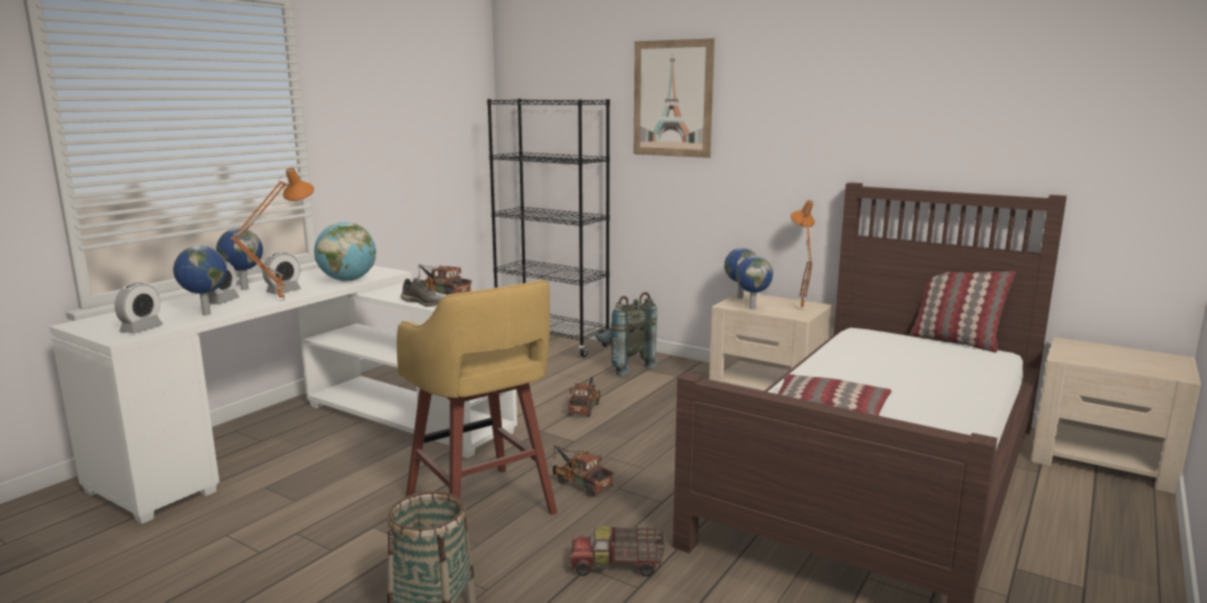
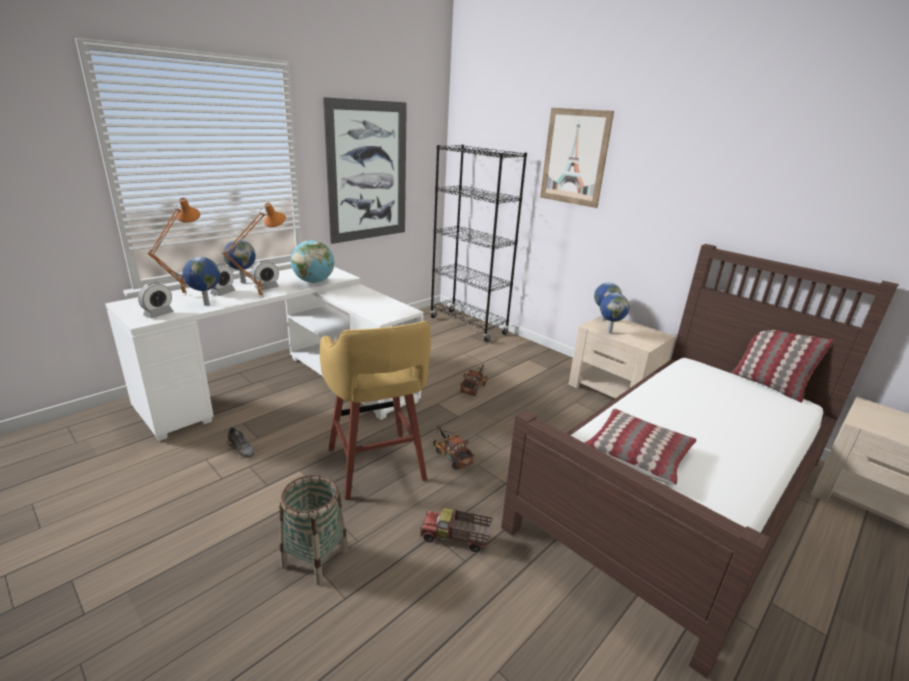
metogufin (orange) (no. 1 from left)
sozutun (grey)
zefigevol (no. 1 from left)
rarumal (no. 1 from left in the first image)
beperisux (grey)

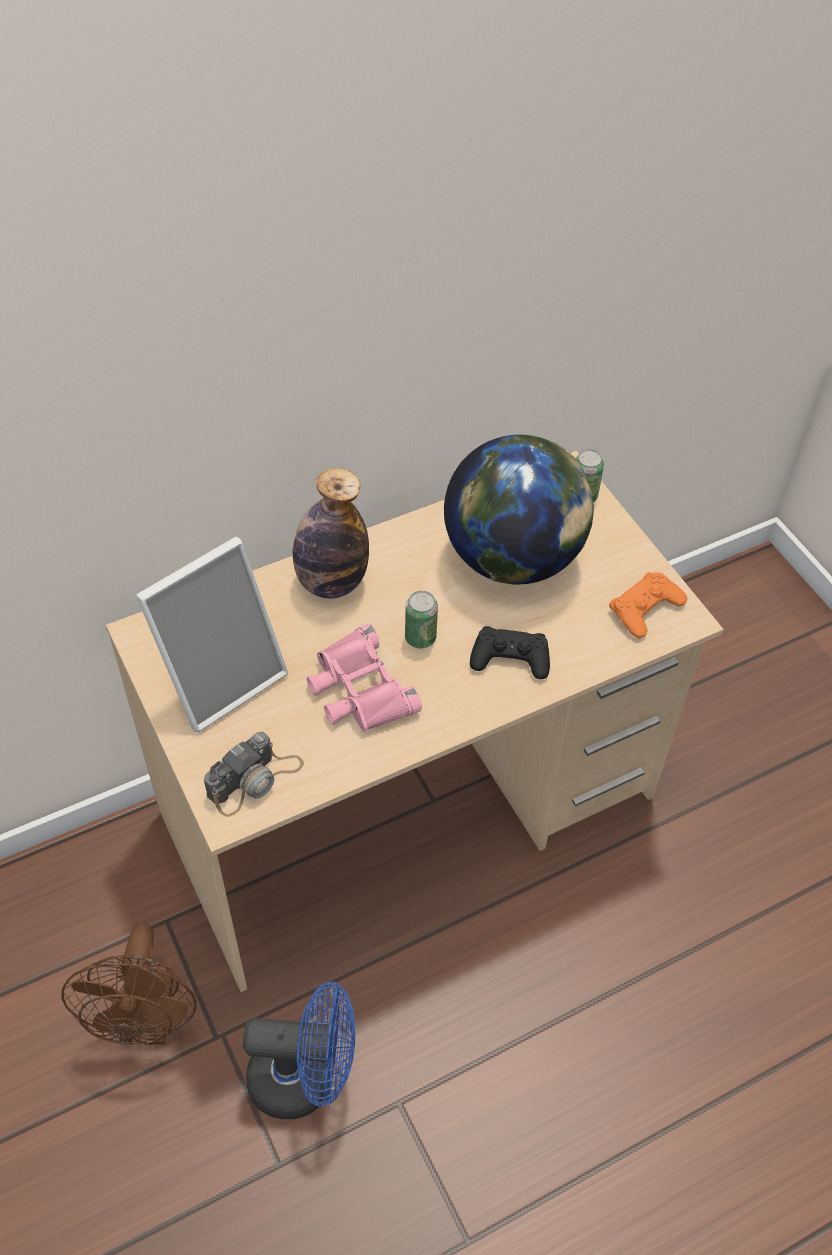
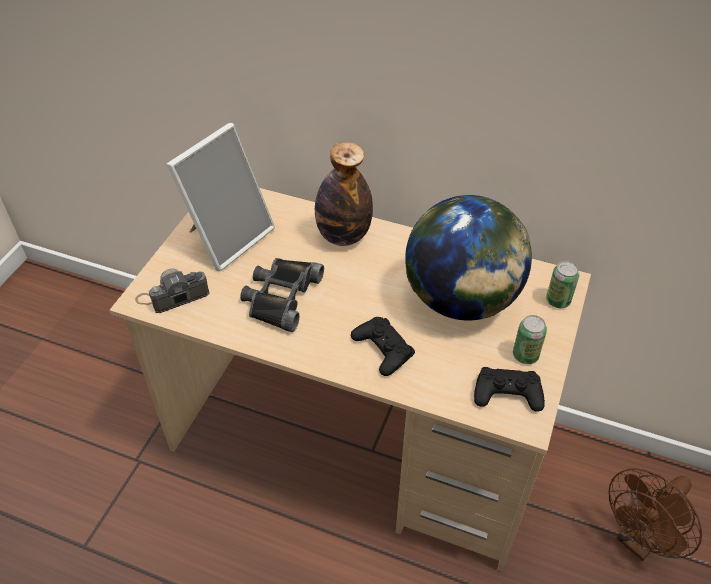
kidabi
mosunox
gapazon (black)
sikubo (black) (no. 2 from left)
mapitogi (no. 1 from left)
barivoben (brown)
barivoben (blue)

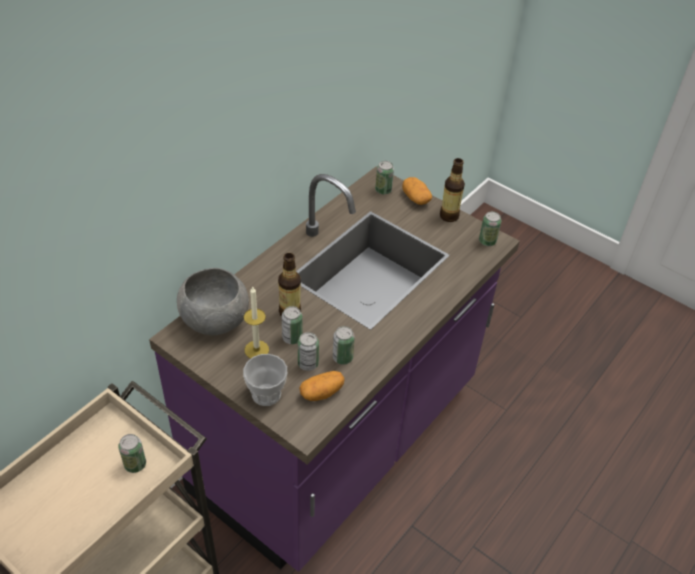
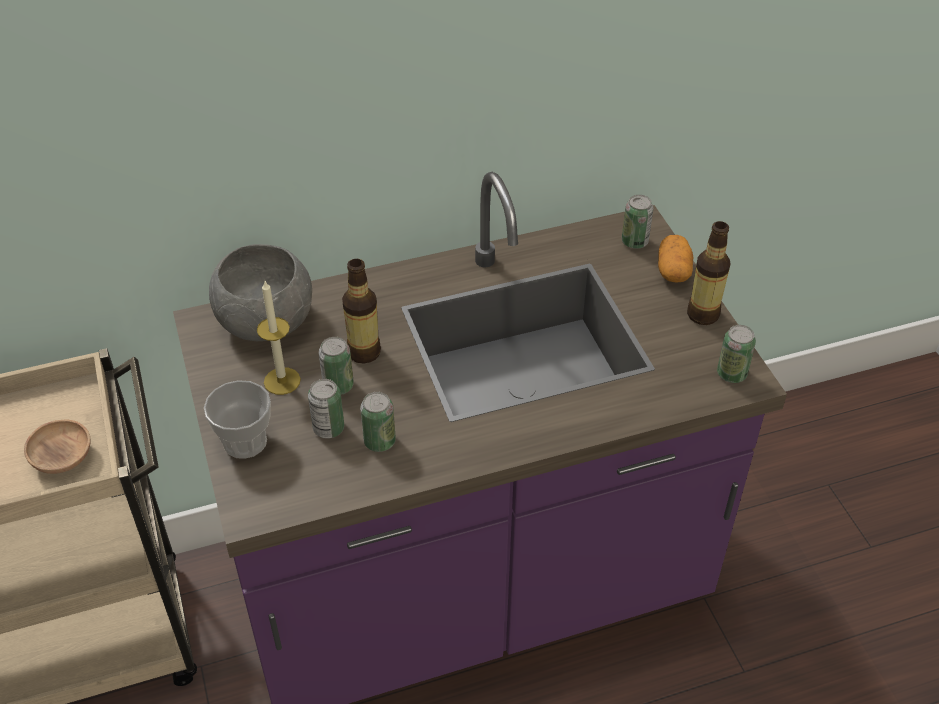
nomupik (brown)
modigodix (no. 1 from left in the first image)

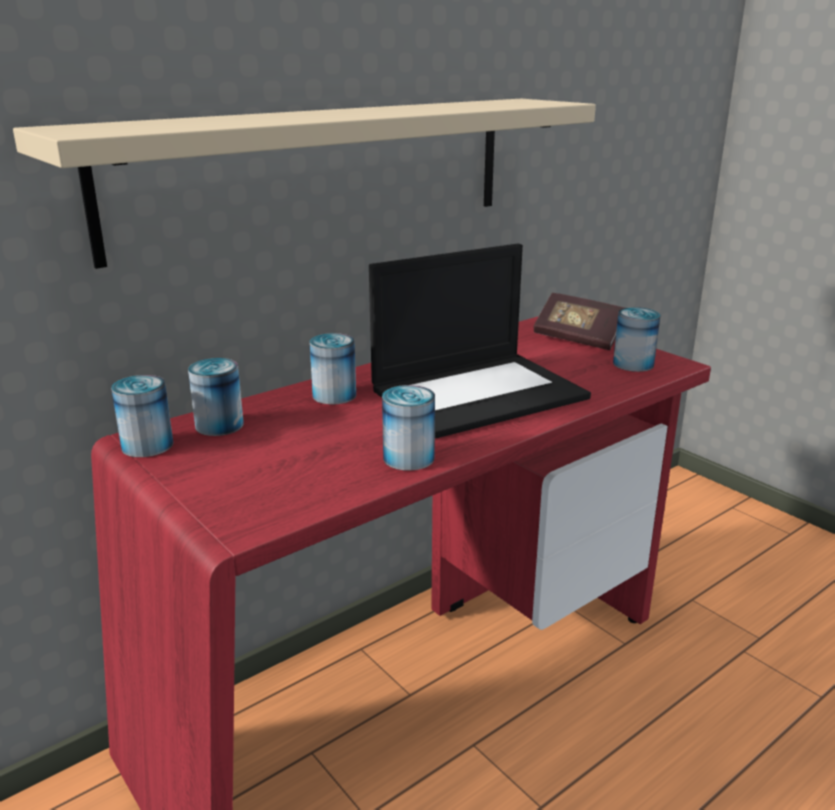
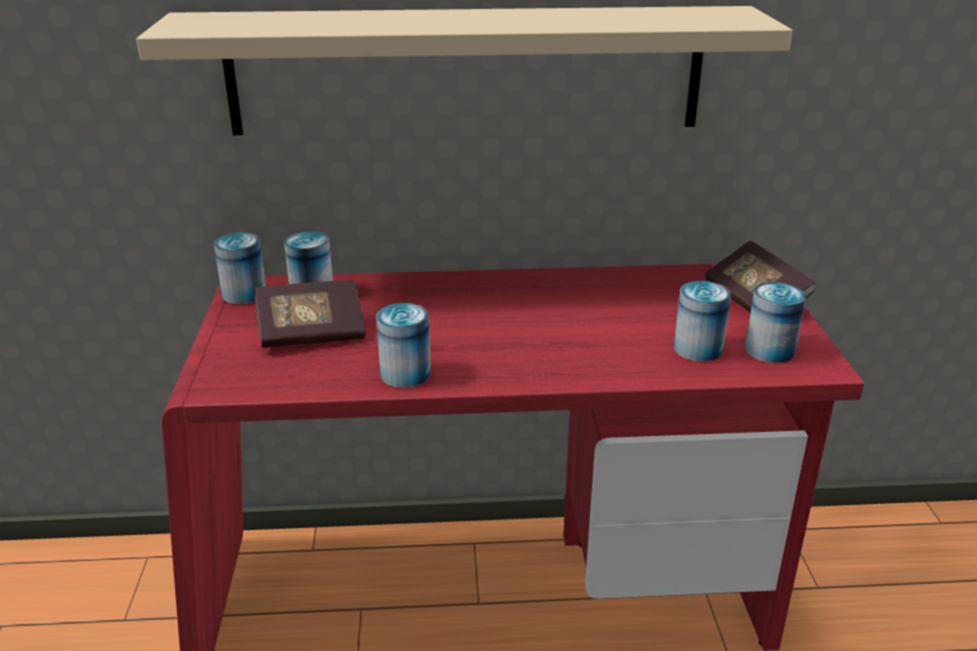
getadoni (no. 1 from left)
mapitogi (no. 4 from left)
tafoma

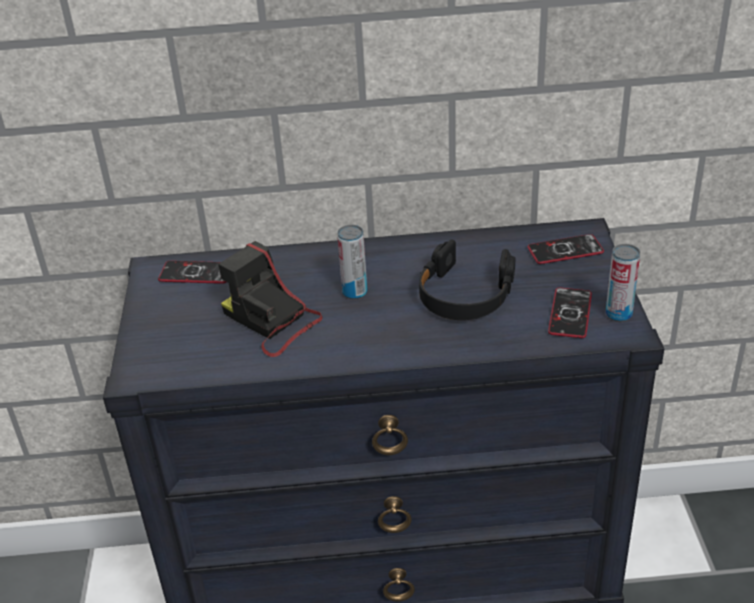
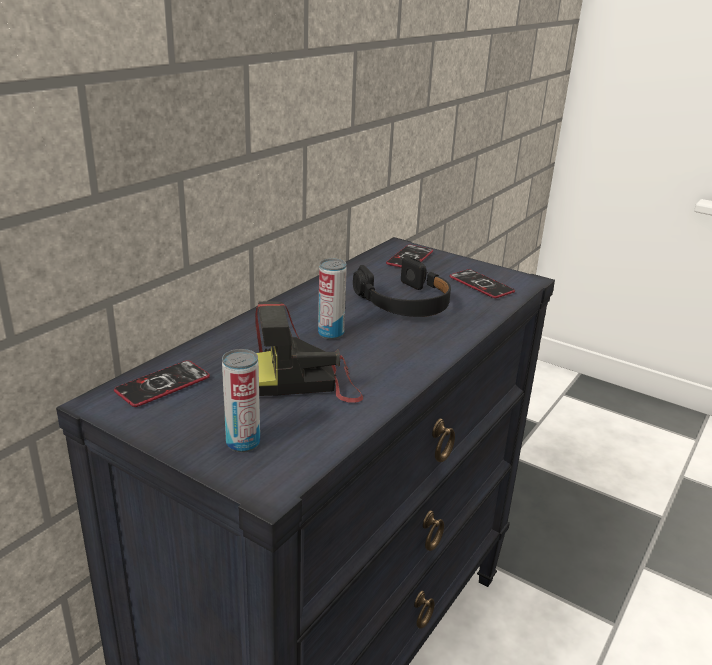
mapitogi (no. 1 from left)

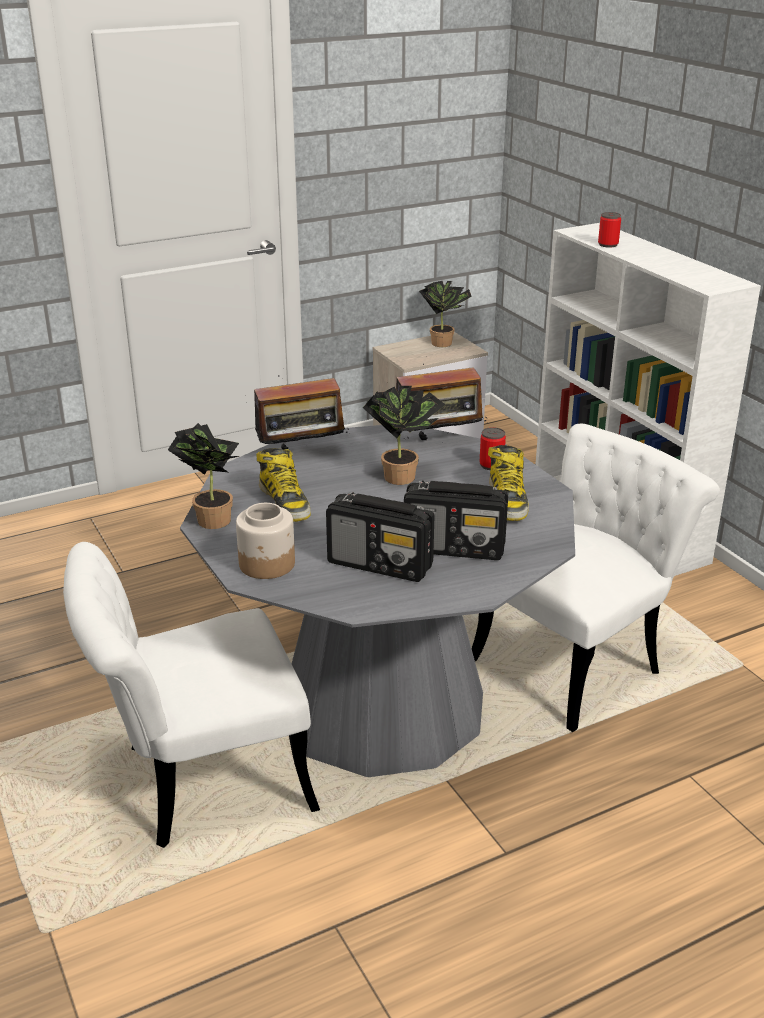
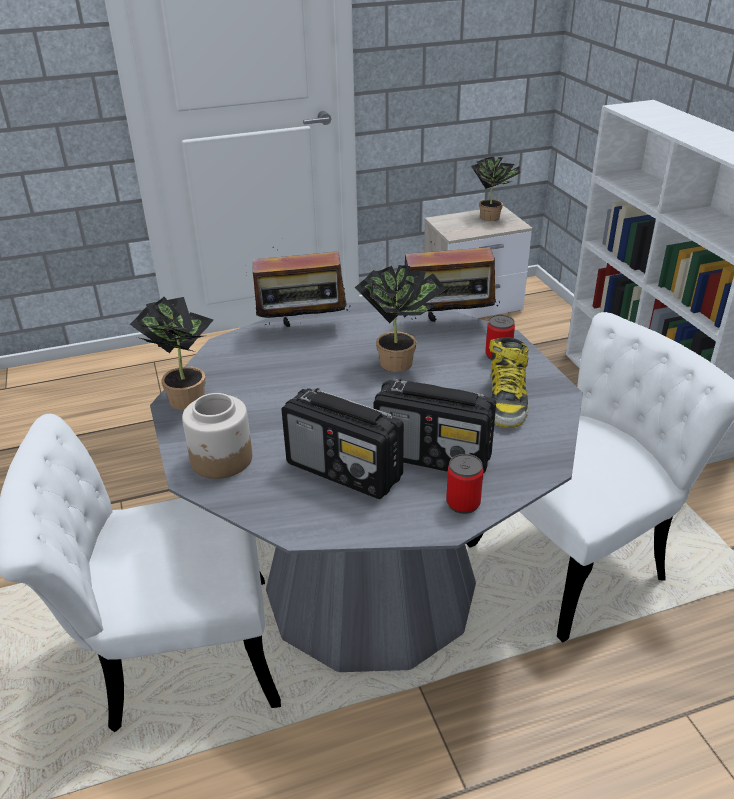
mapitogi (no. 1 from left)
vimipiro (no. 1 from left in the first image)

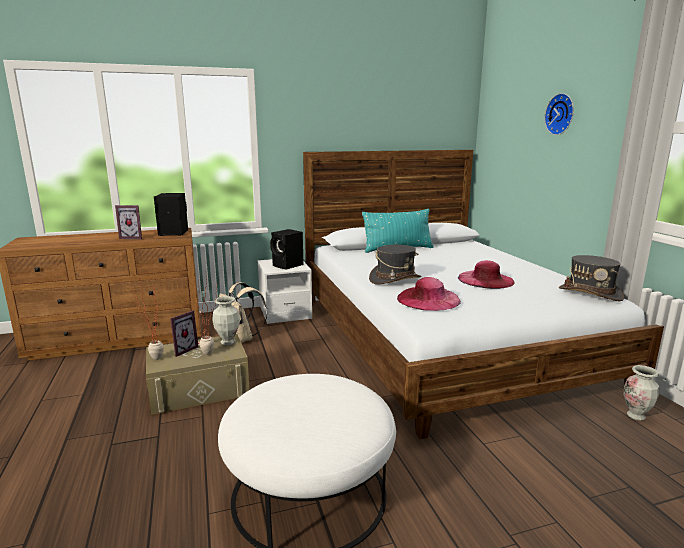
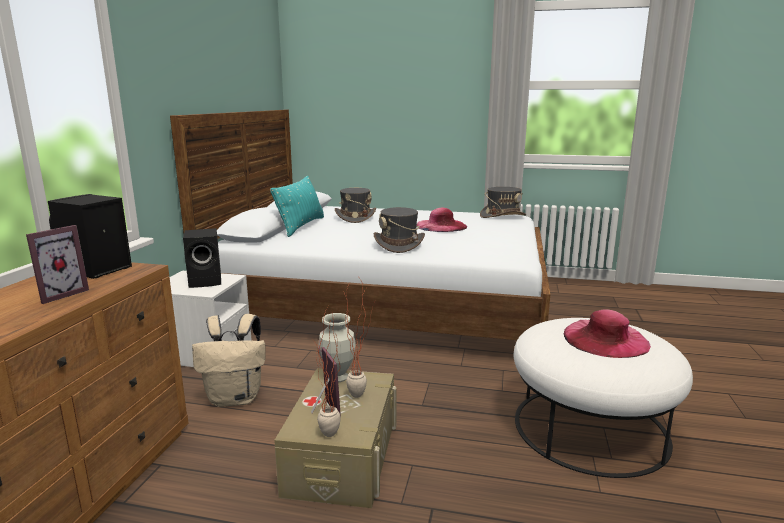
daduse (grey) (no. 1 from left)
daduse (pink) (no. 2 from left)
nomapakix
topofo (no. 2 from left in the first image)

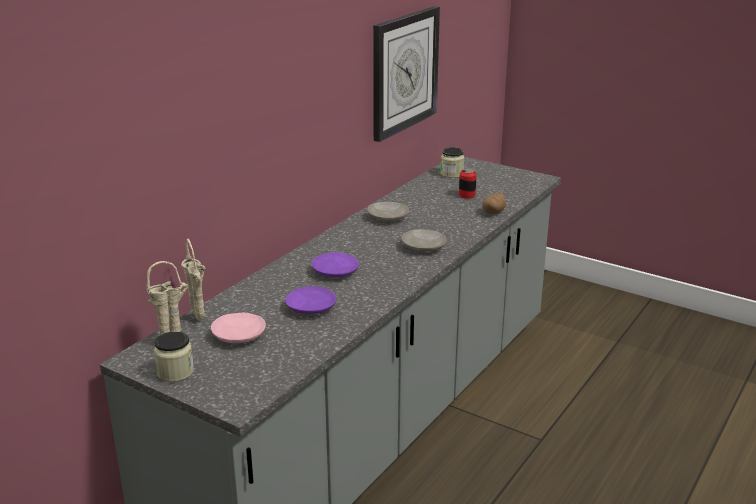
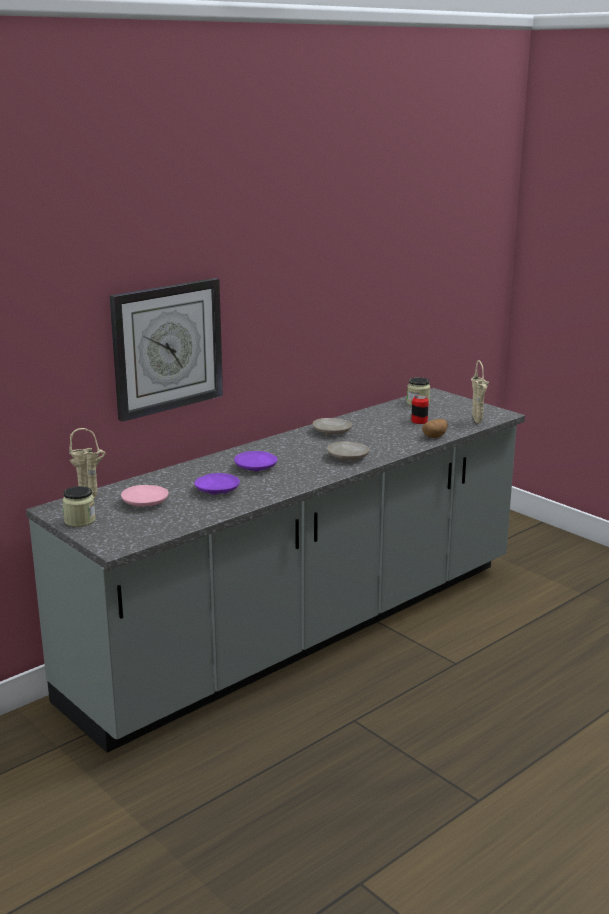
nomapakix
topofo (beige) (no. 2 from left)

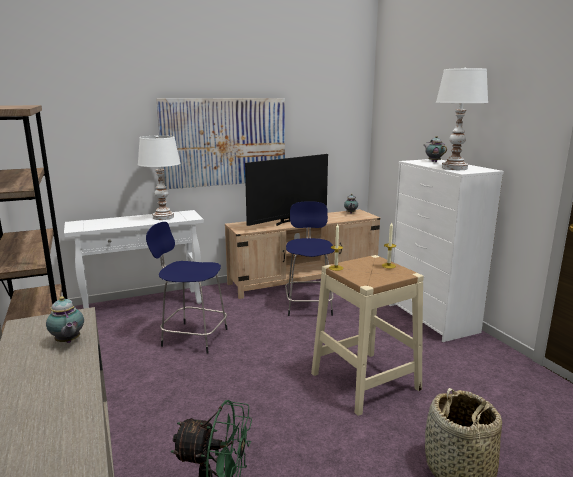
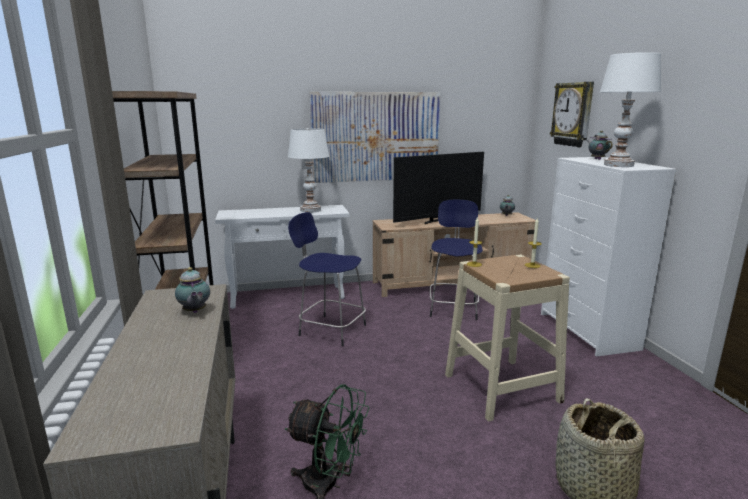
nomapakix

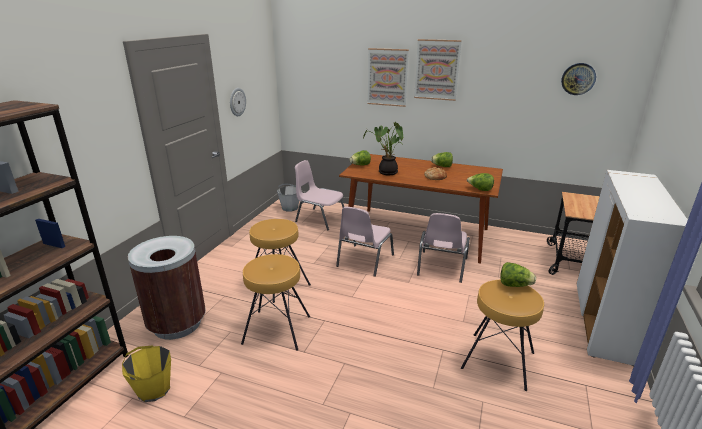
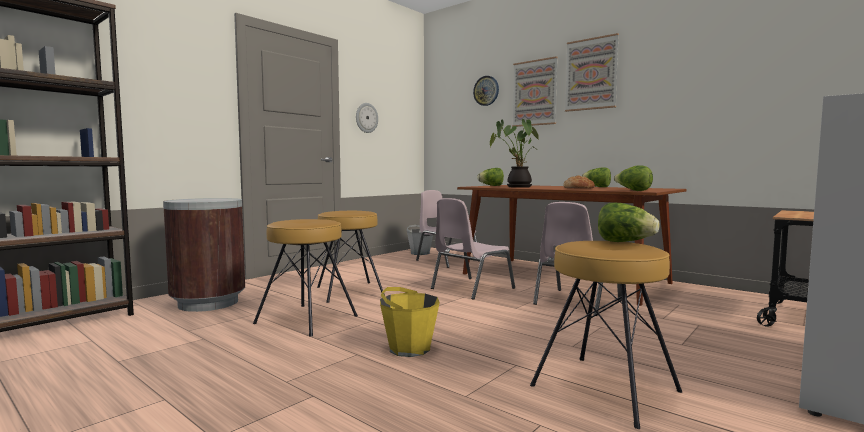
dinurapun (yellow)
nomapakix (no. 2 from left)

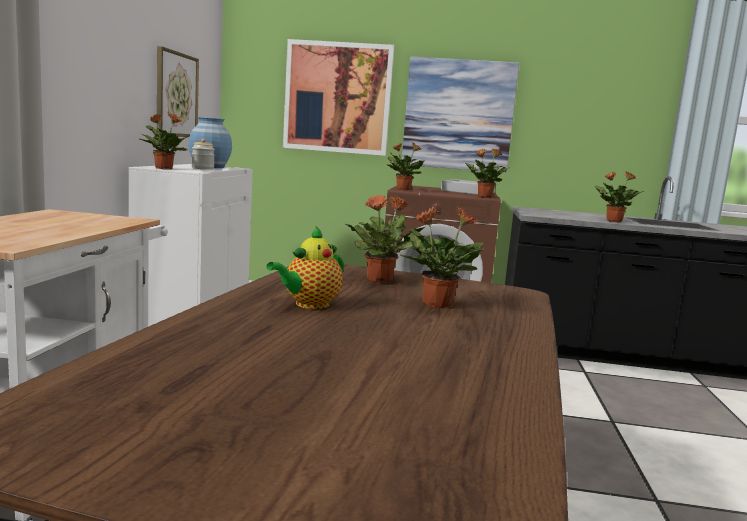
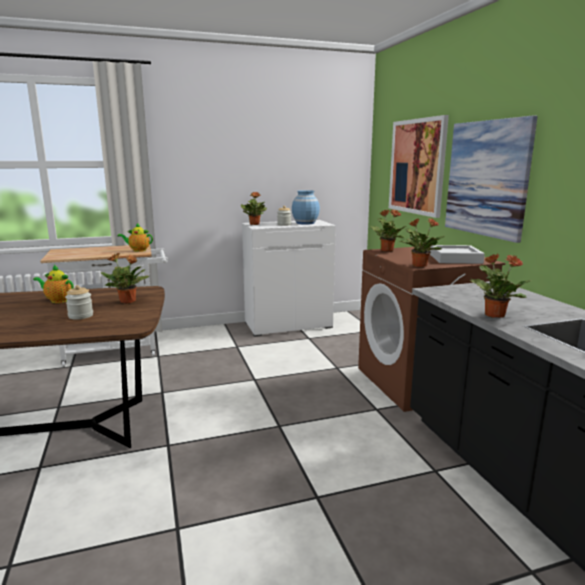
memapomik (no. 1 from left)
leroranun (no. 2 from left)
zefigevol (no. 1 from left in the first image)

